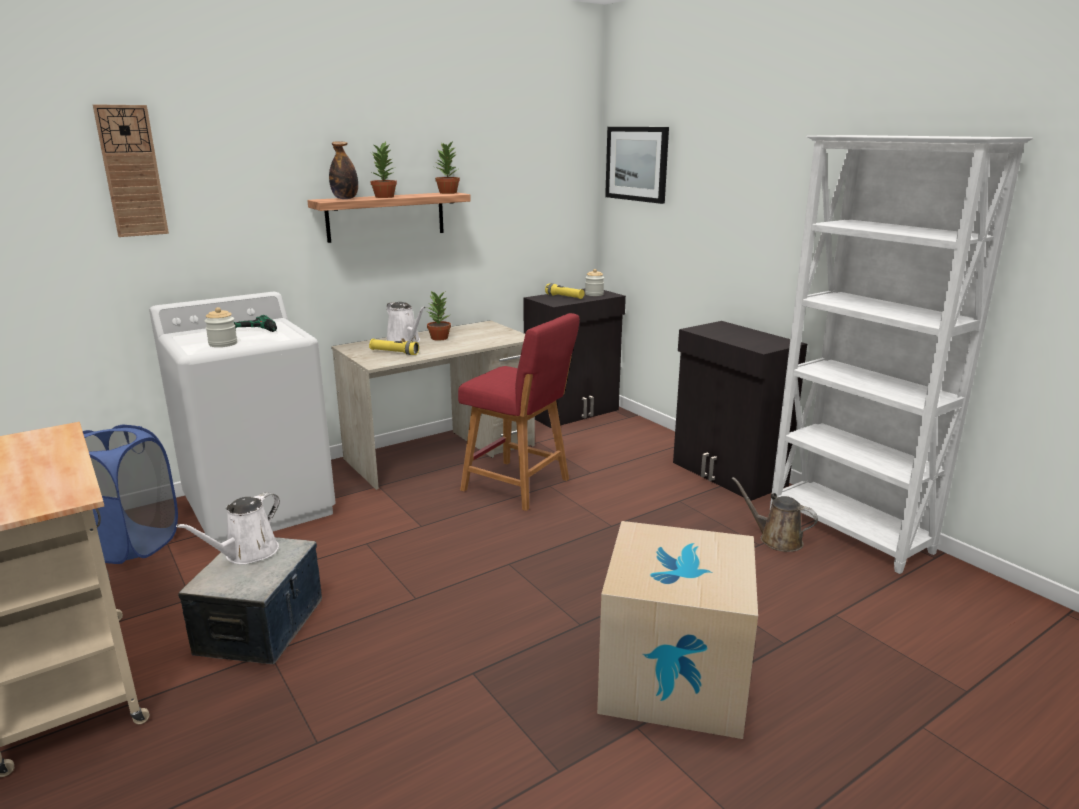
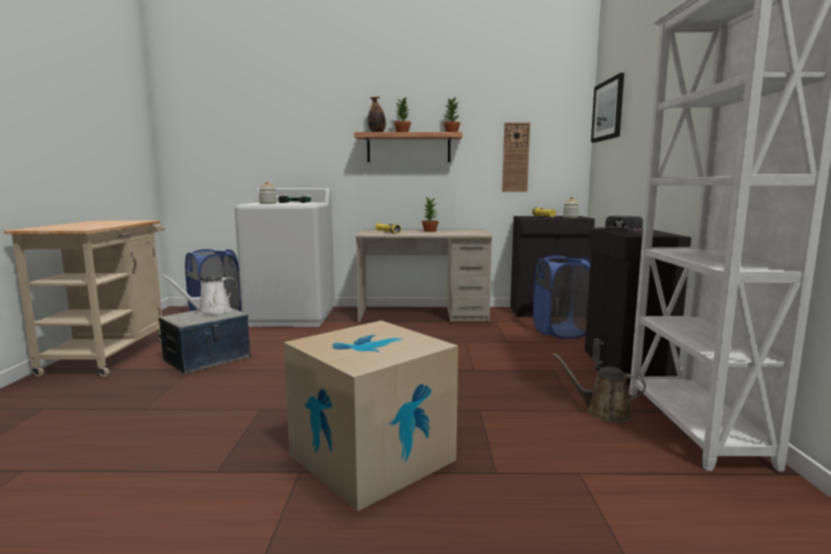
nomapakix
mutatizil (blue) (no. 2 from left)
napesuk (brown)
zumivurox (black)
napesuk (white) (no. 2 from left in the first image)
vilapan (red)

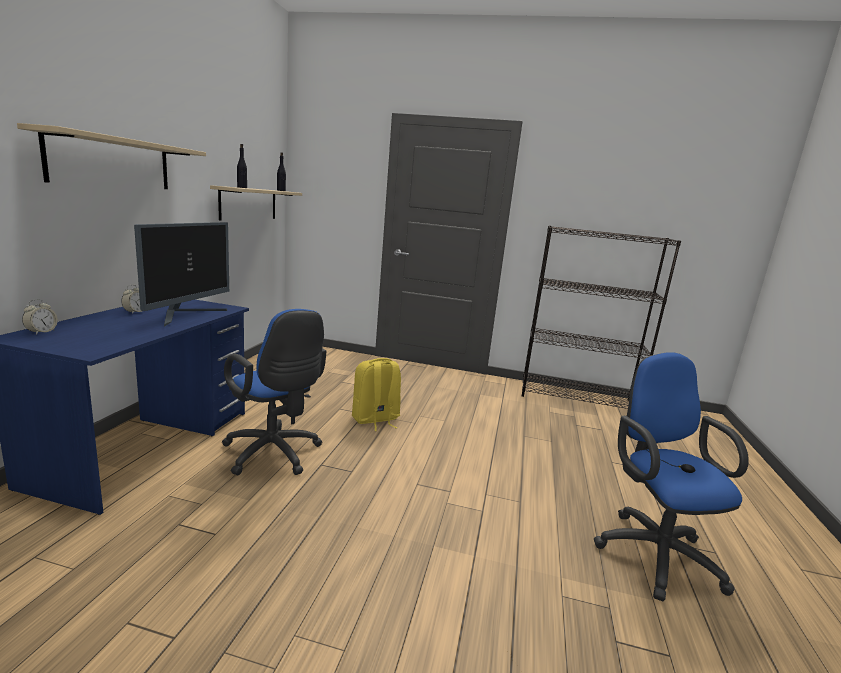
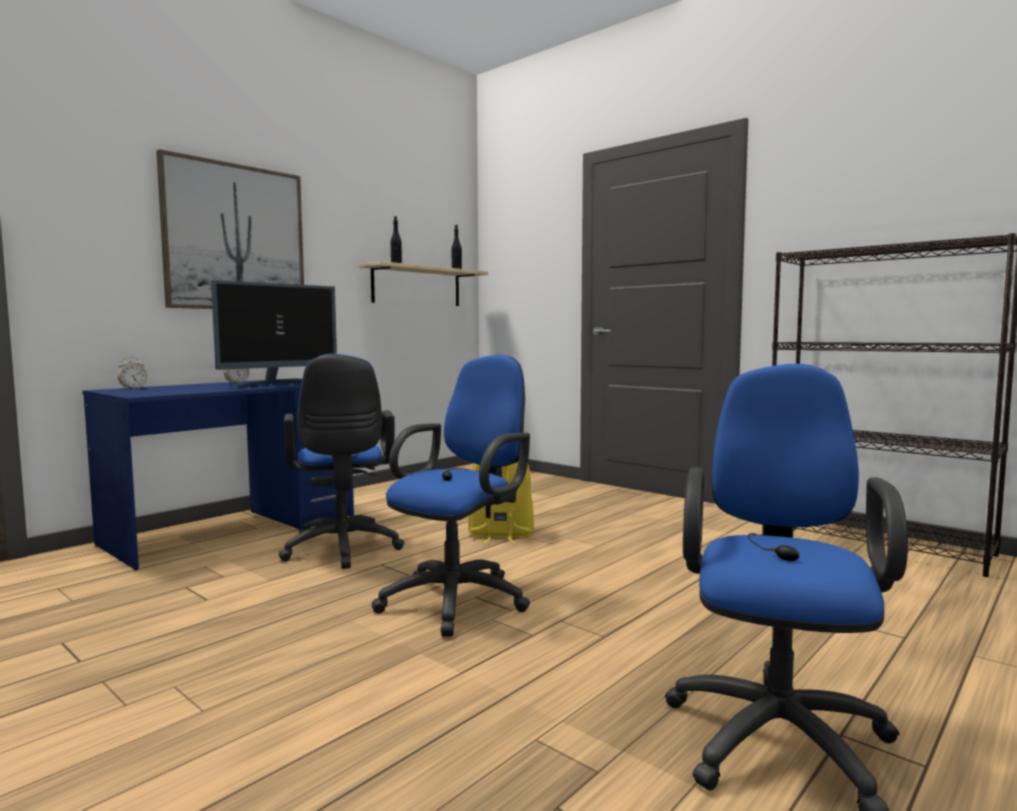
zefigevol
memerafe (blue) (no. 2 from left)

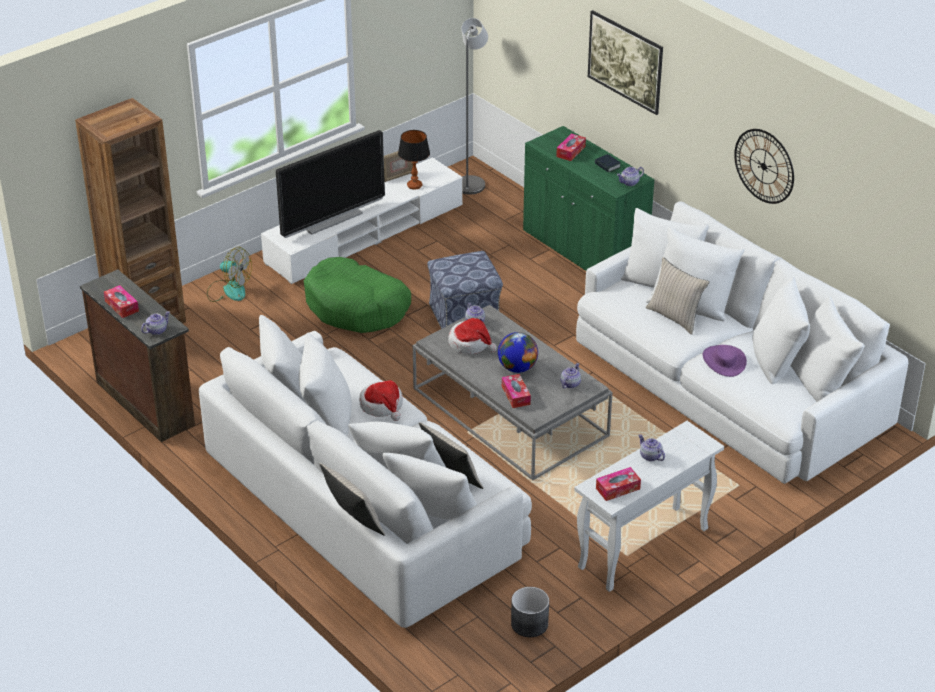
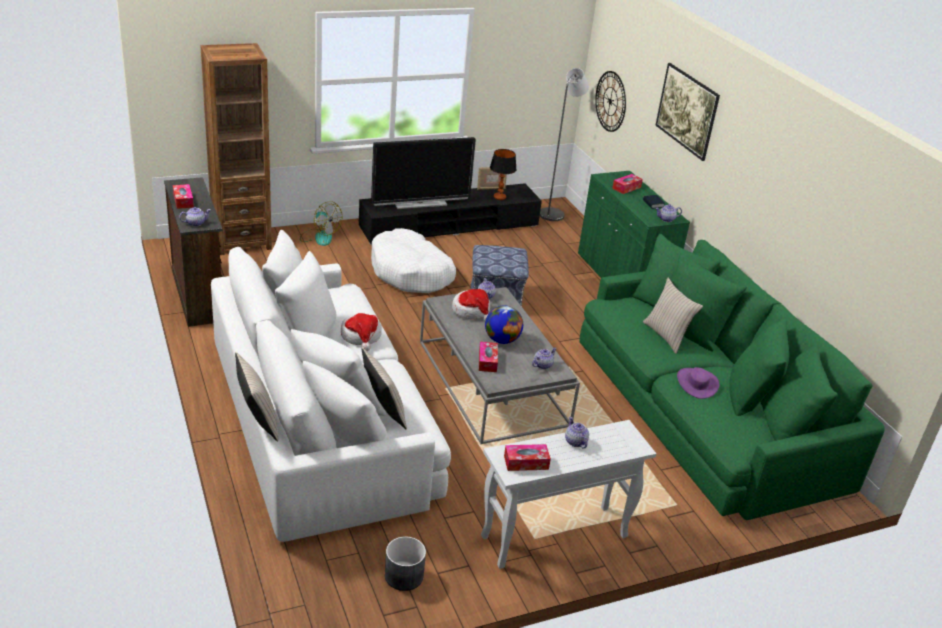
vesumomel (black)
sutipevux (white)
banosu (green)
nomapakix

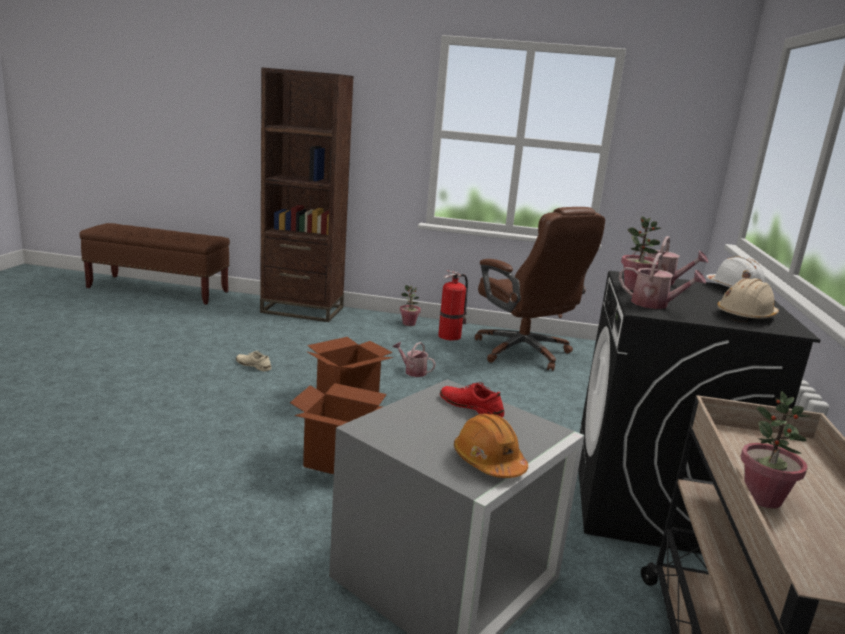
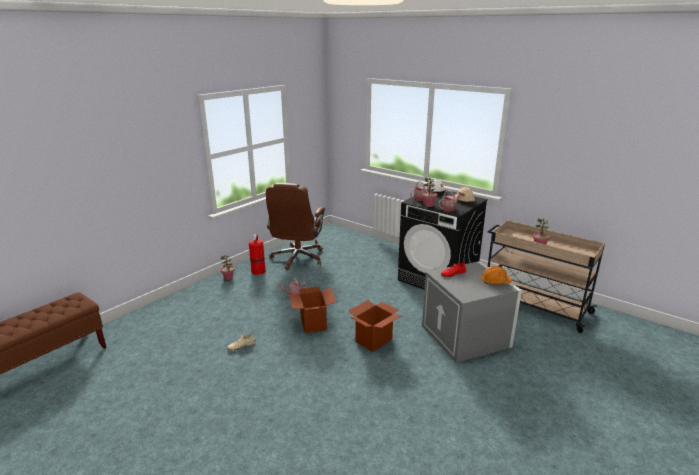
memerafe (brown)
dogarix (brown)

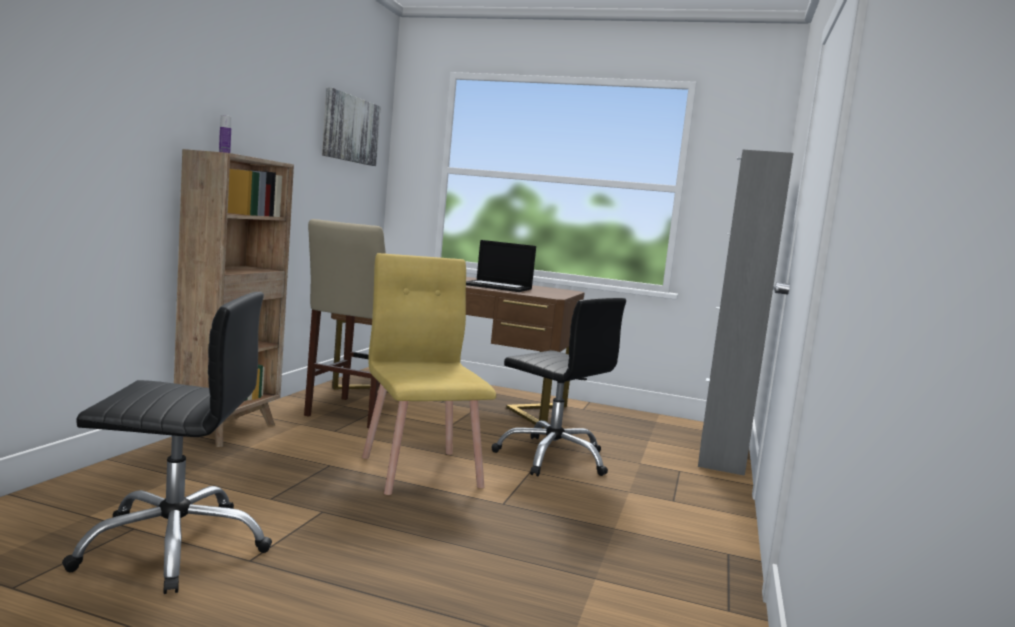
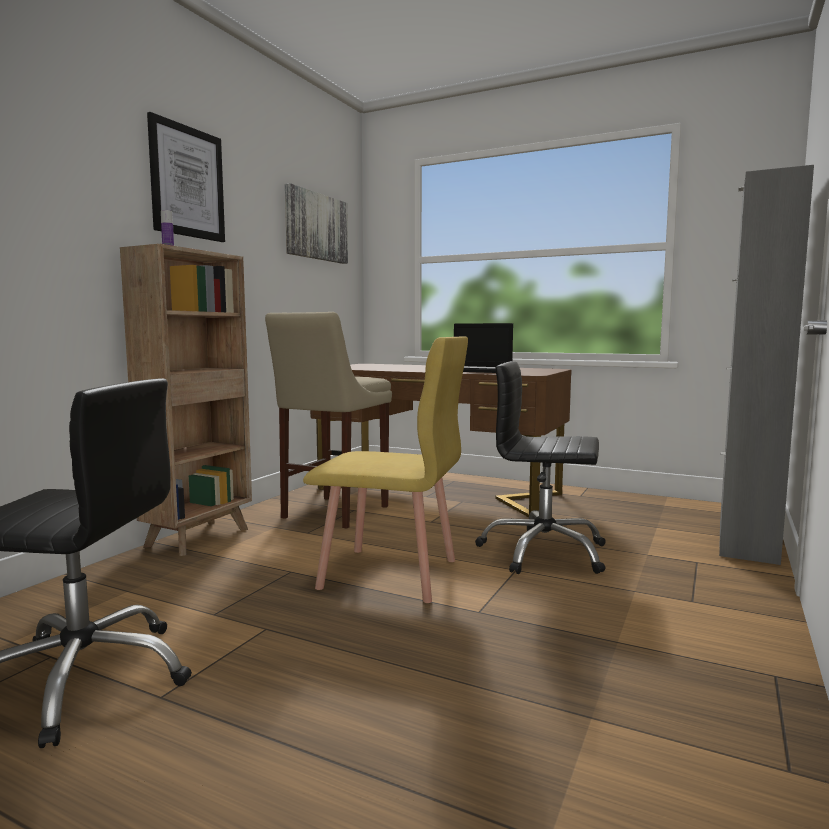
zefigevol (no. 1 from left)
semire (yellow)
memerafe (black) (no. 2 from left)

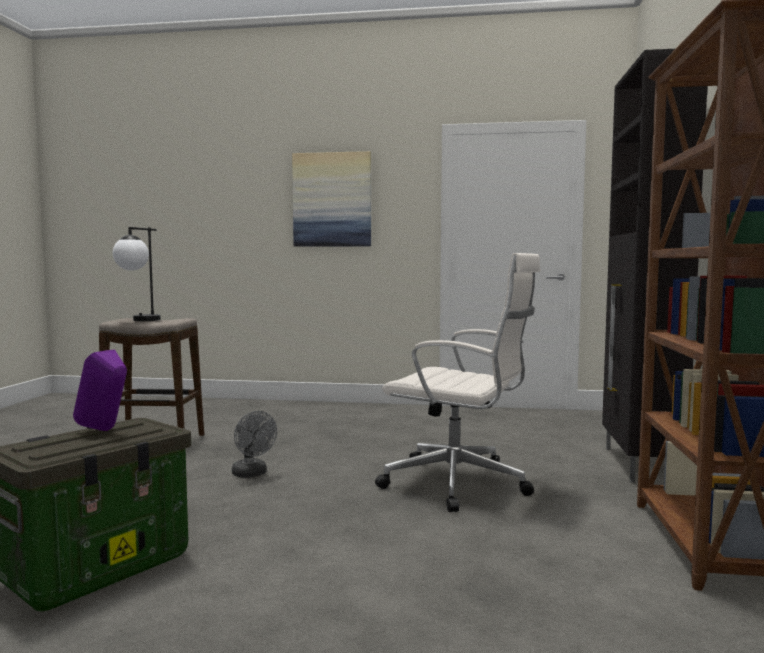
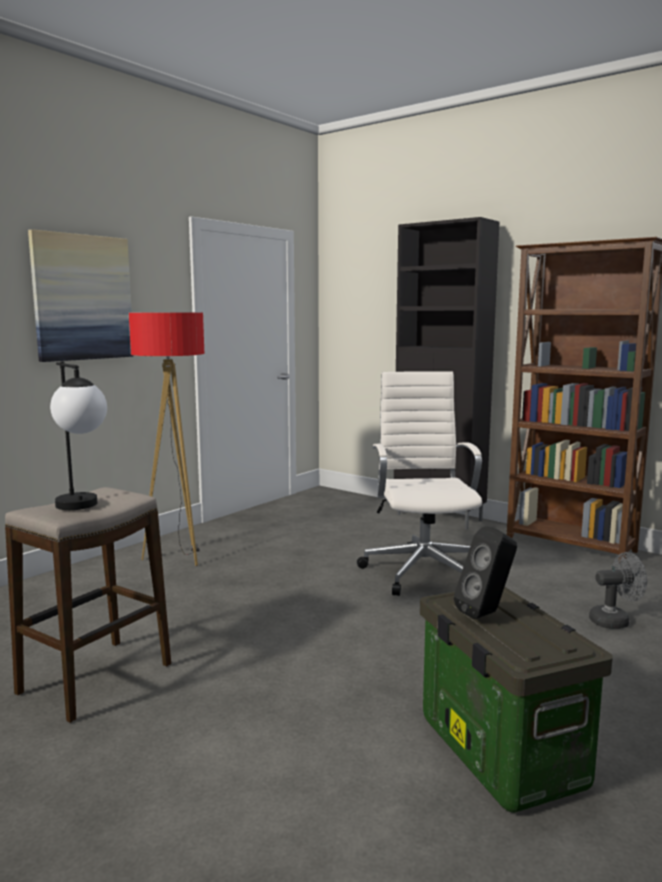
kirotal
memerafe (white)
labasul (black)
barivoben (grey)

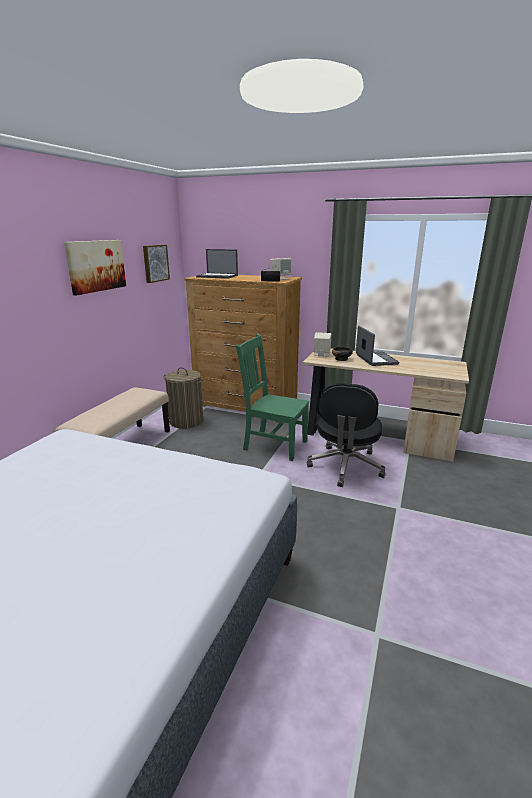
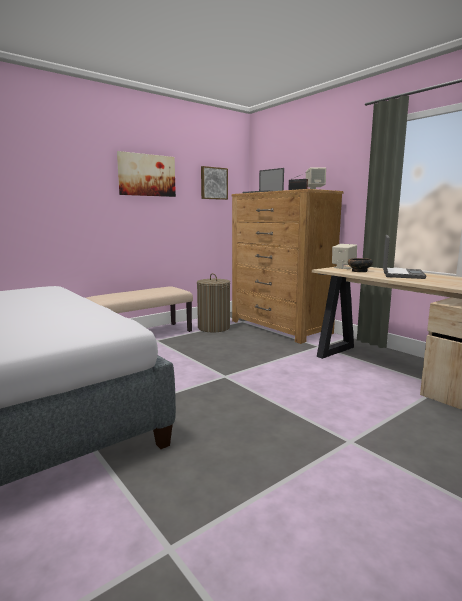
semire (green)
memerafe (black)

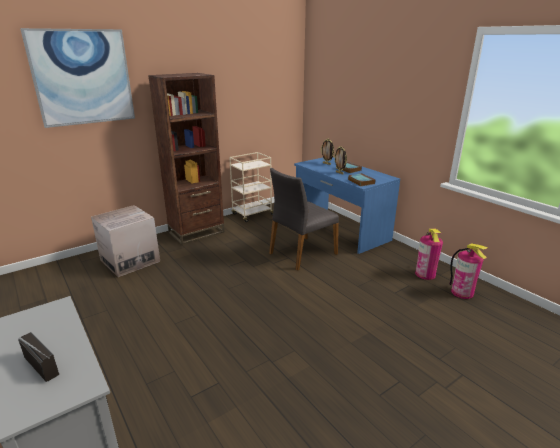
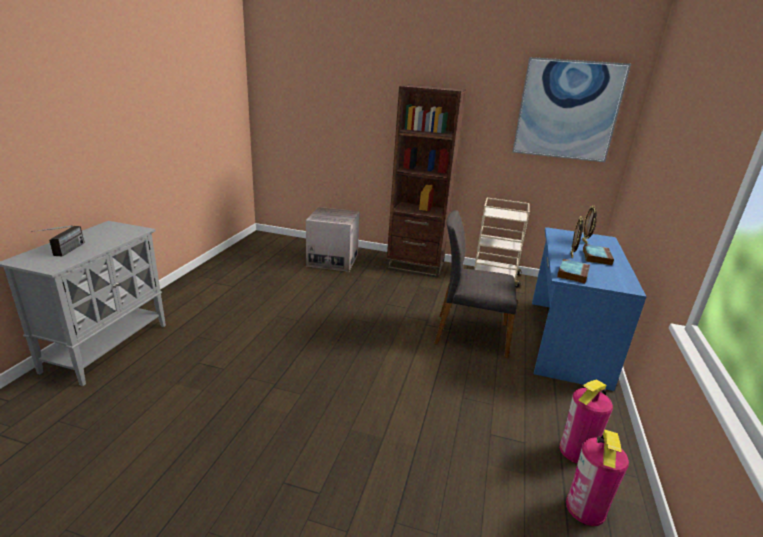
zefigevol

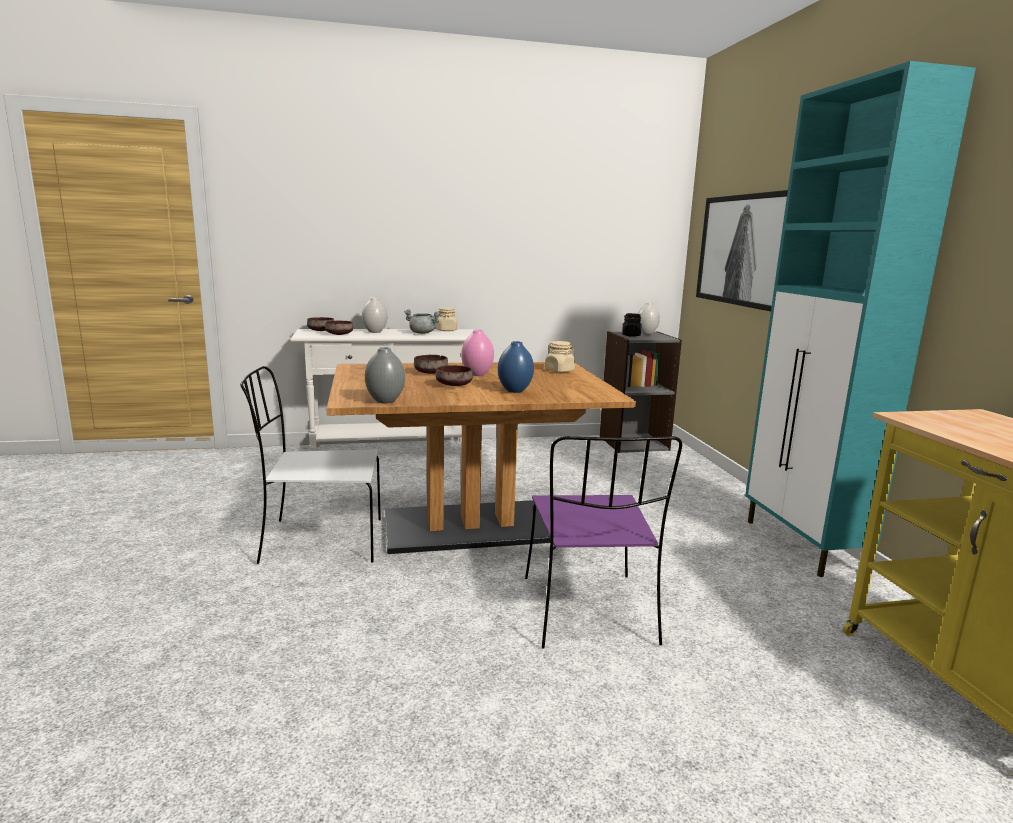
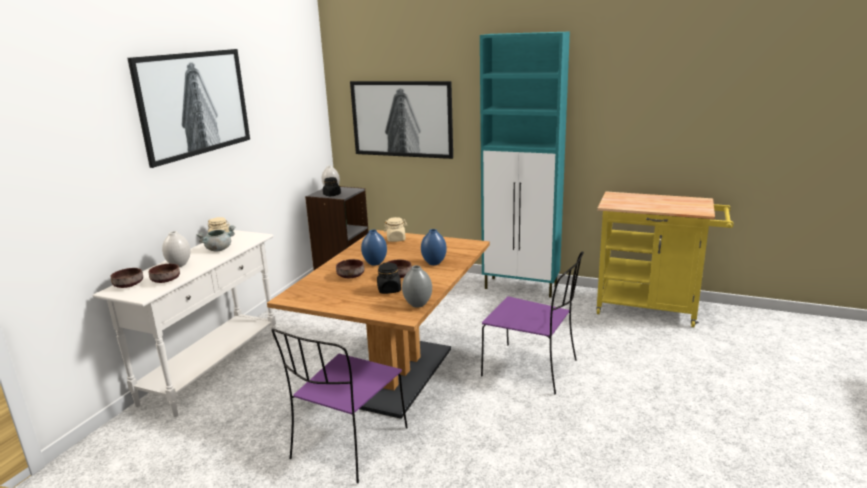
zefigevol (no. 1 from left)
semire (purple) (no. 1 from left)
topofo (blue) (no. 1 from left)
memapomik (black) (no. 2 from left)

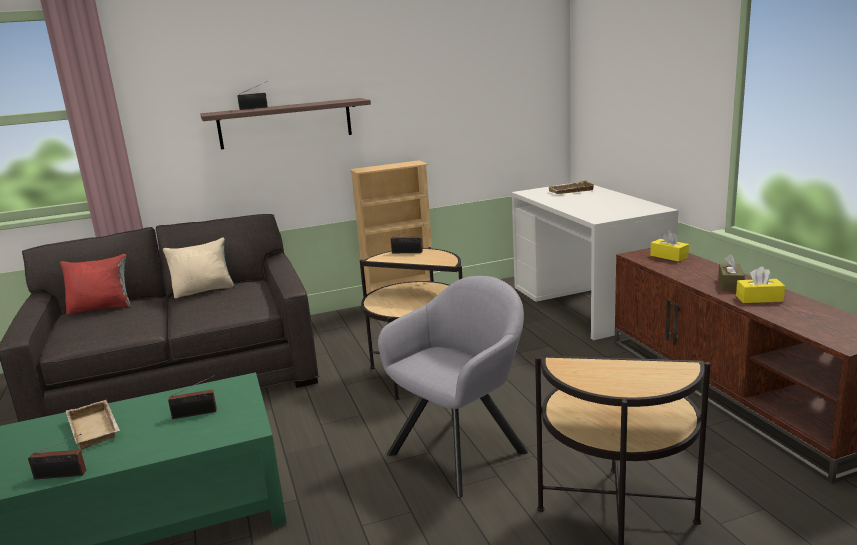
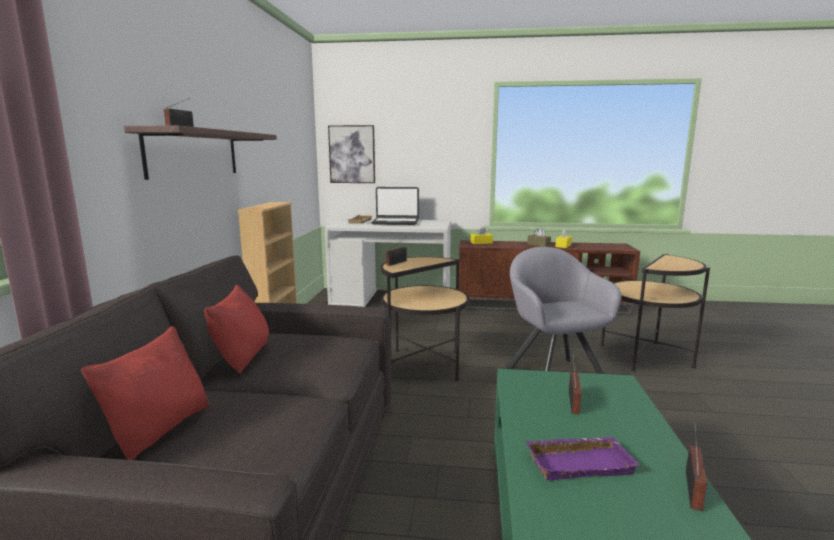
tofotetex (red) (no. 2 from left)
zefigevol
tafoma
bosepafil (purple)

